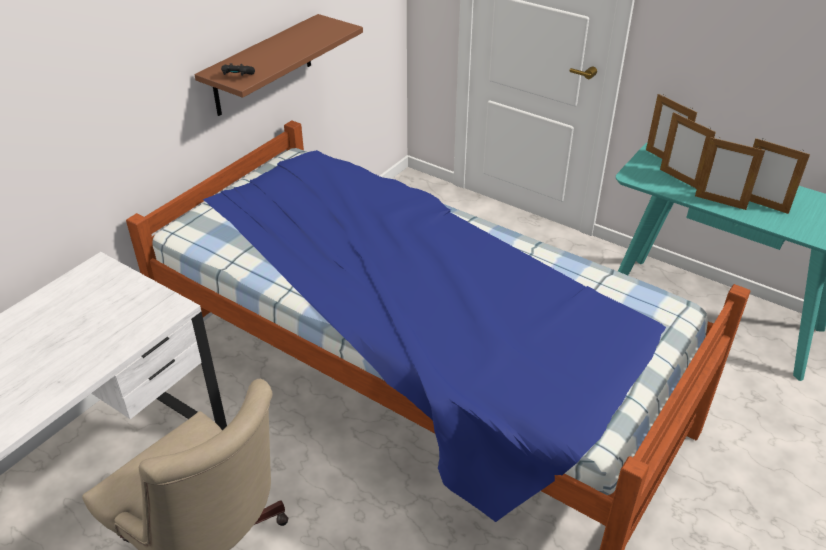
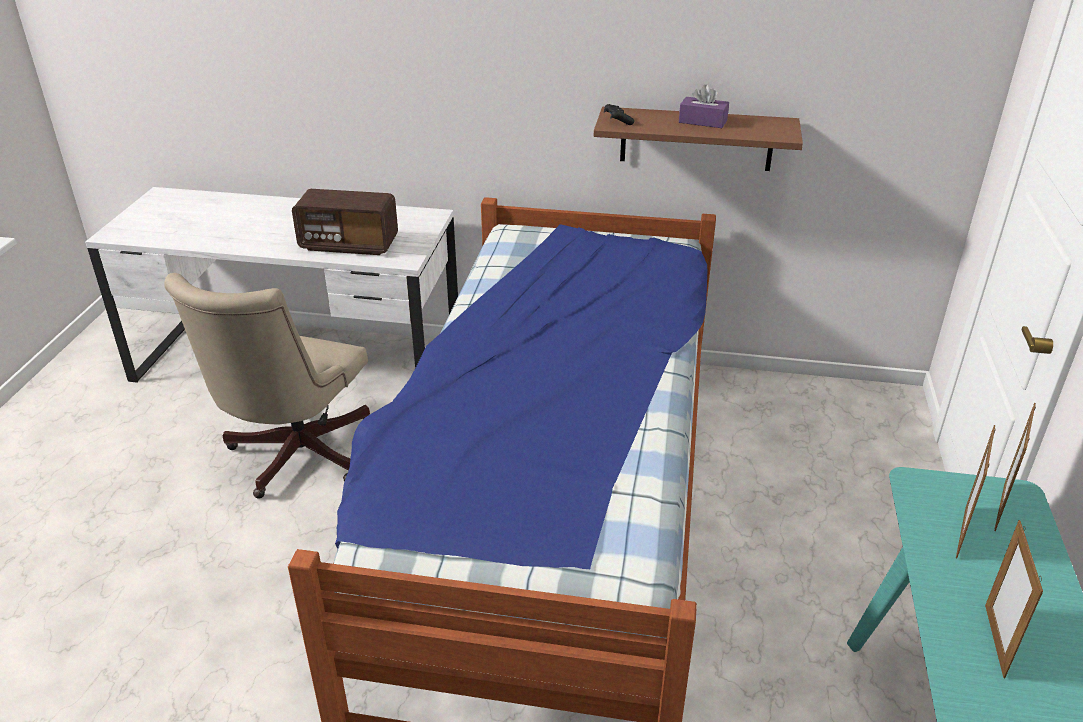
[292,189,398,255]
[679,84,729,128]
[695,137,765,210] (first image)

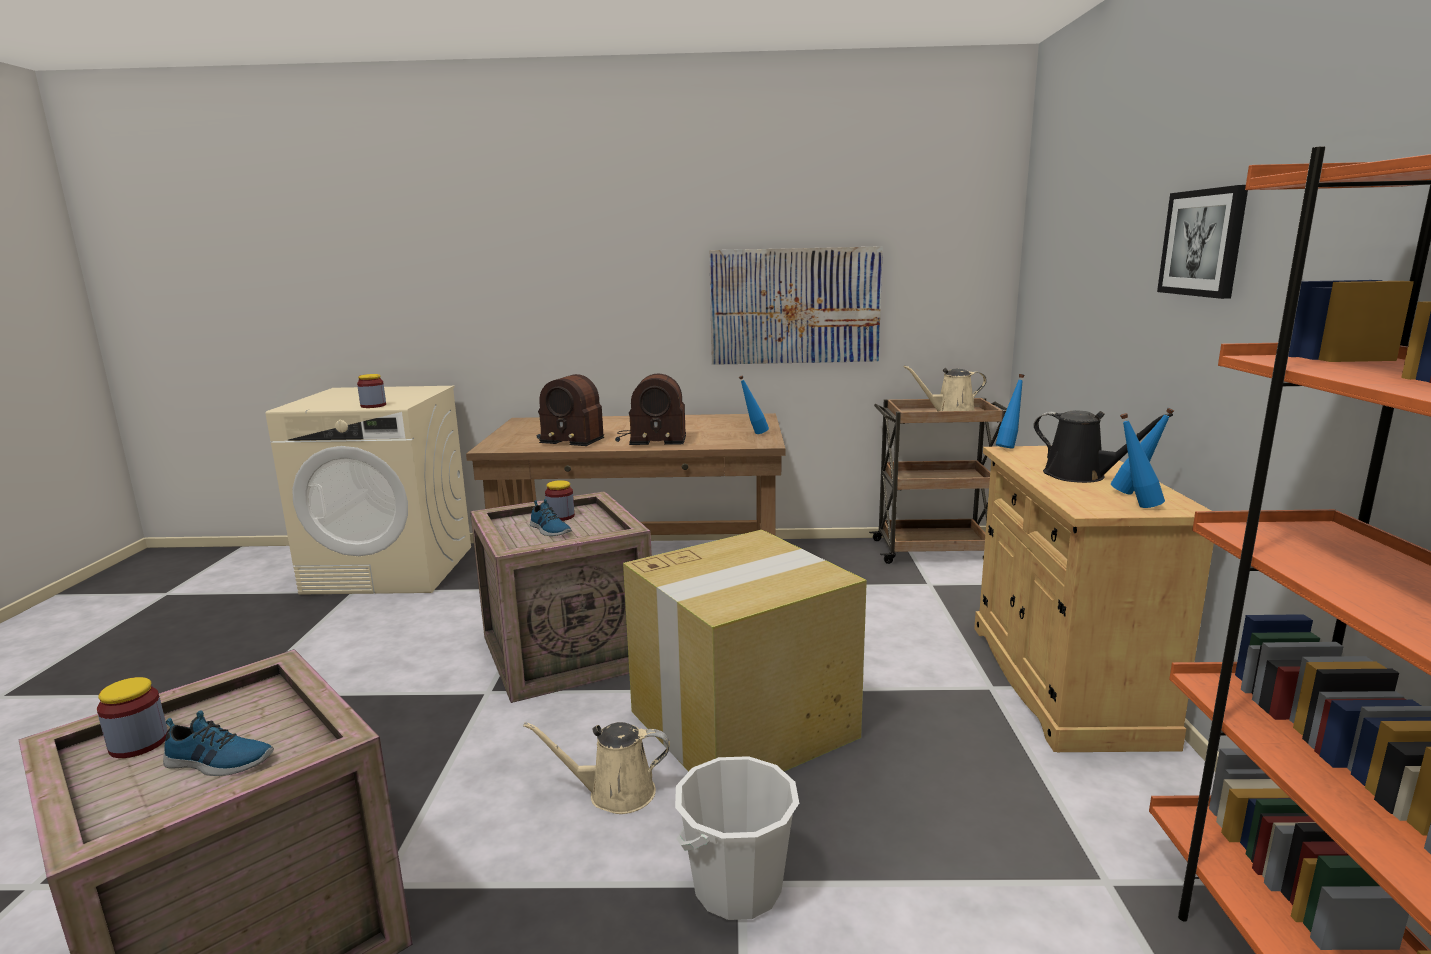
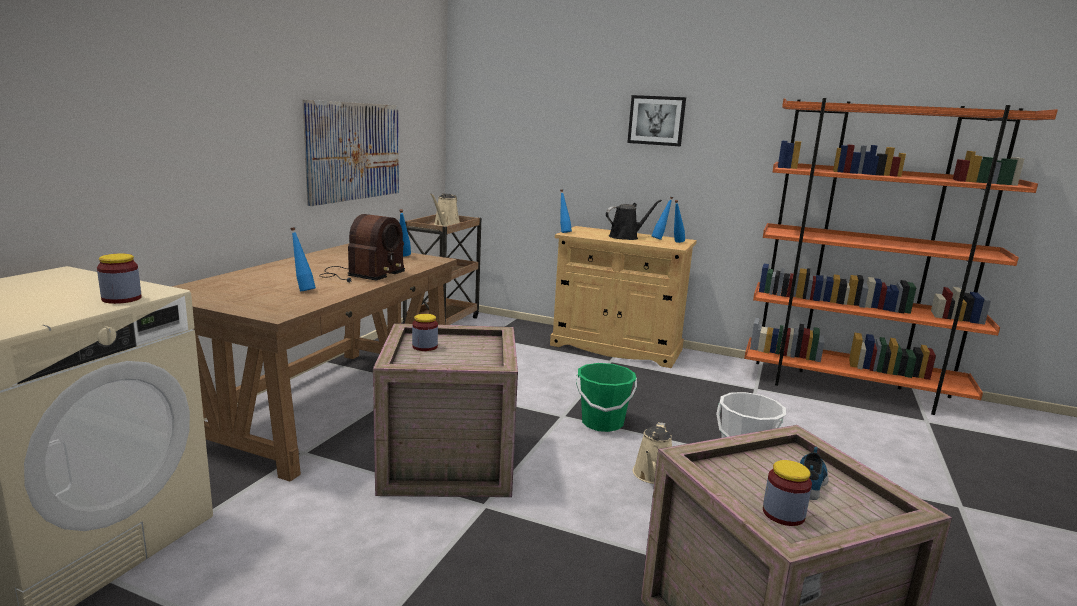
[290,227,316,291]
[576,363,637,432]
[530,499,572,536] (first image)

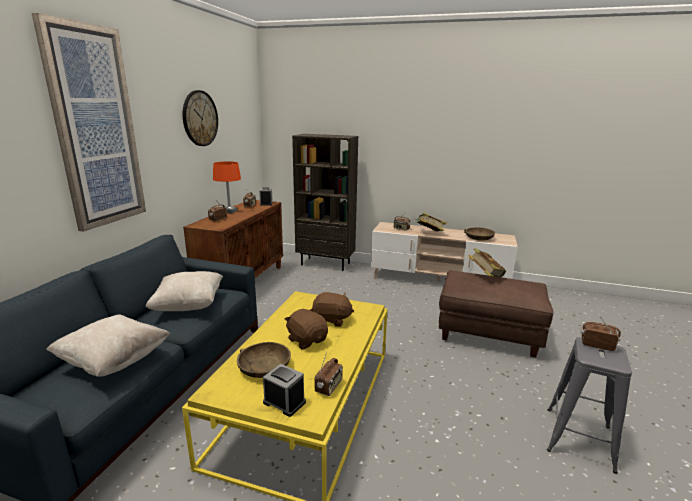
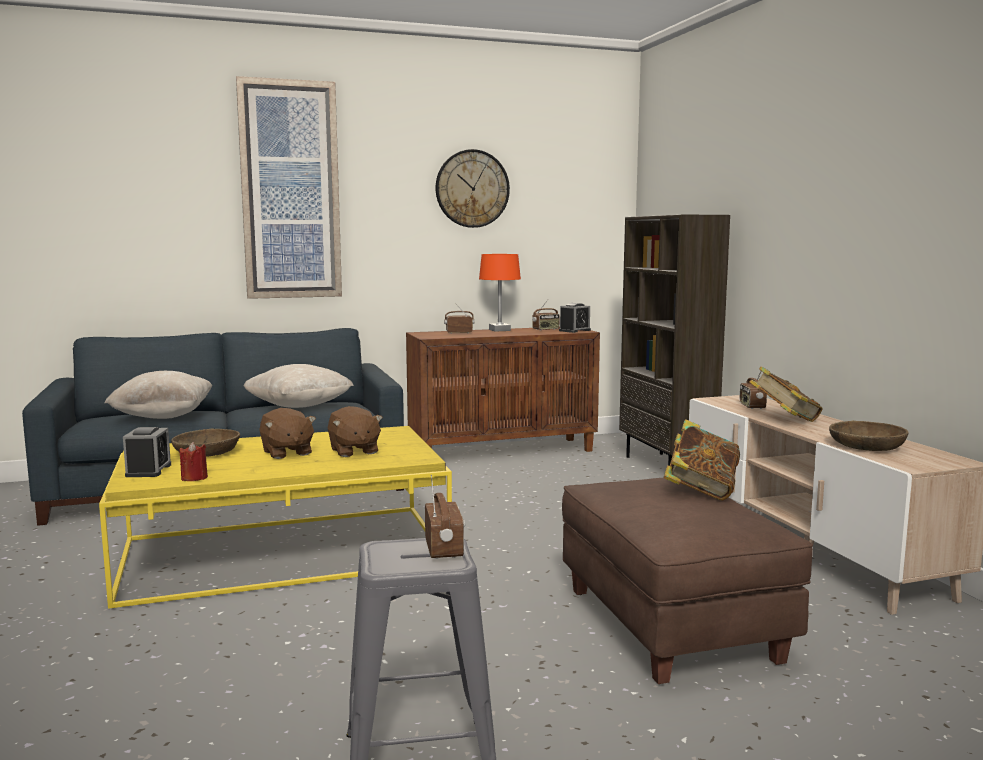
[179,442,208,481]
[259,408,316,459]

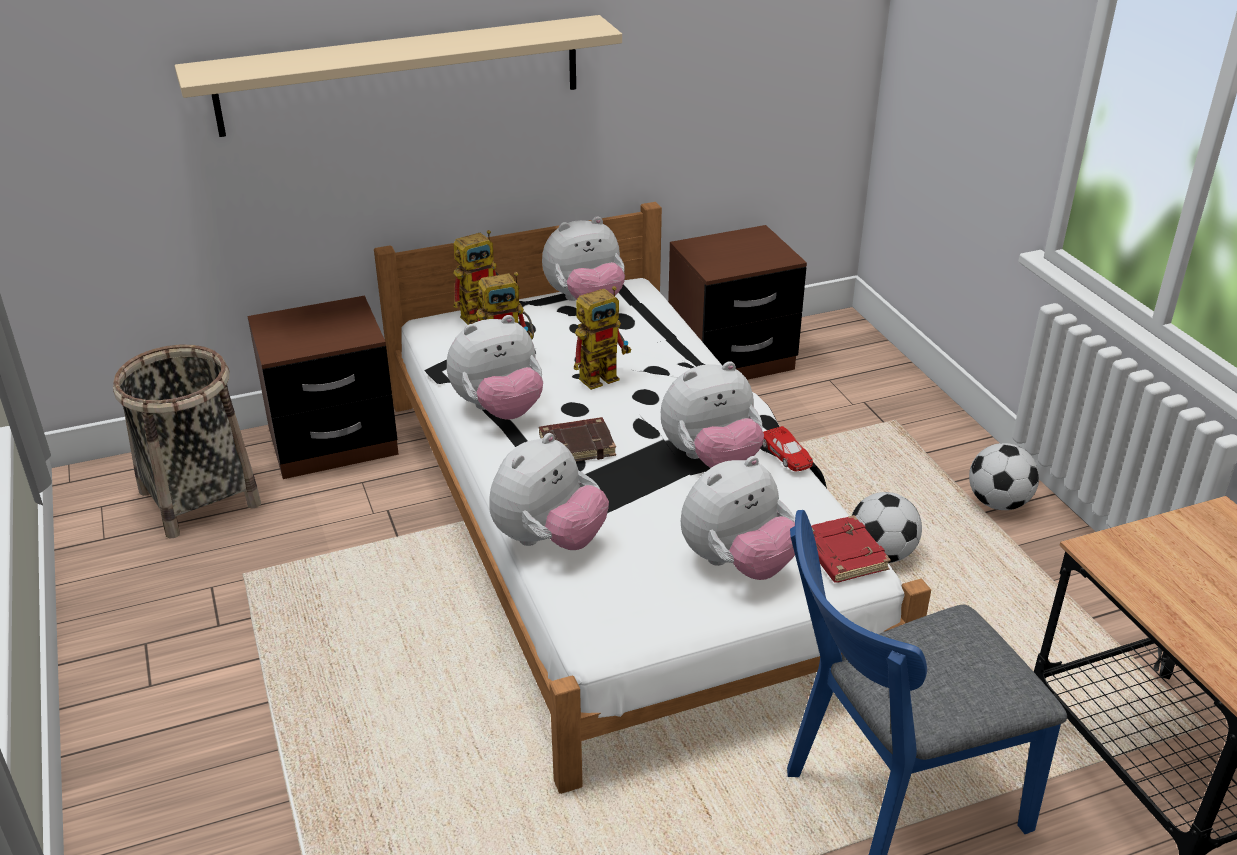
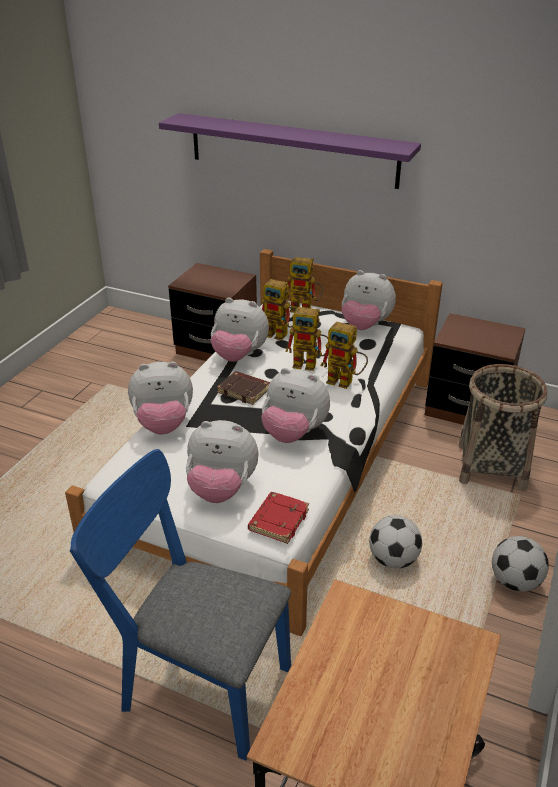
[159,113,421,189]
[320,322,368,389]
[458,364,547,491]
[762,426,813,472] (first image)

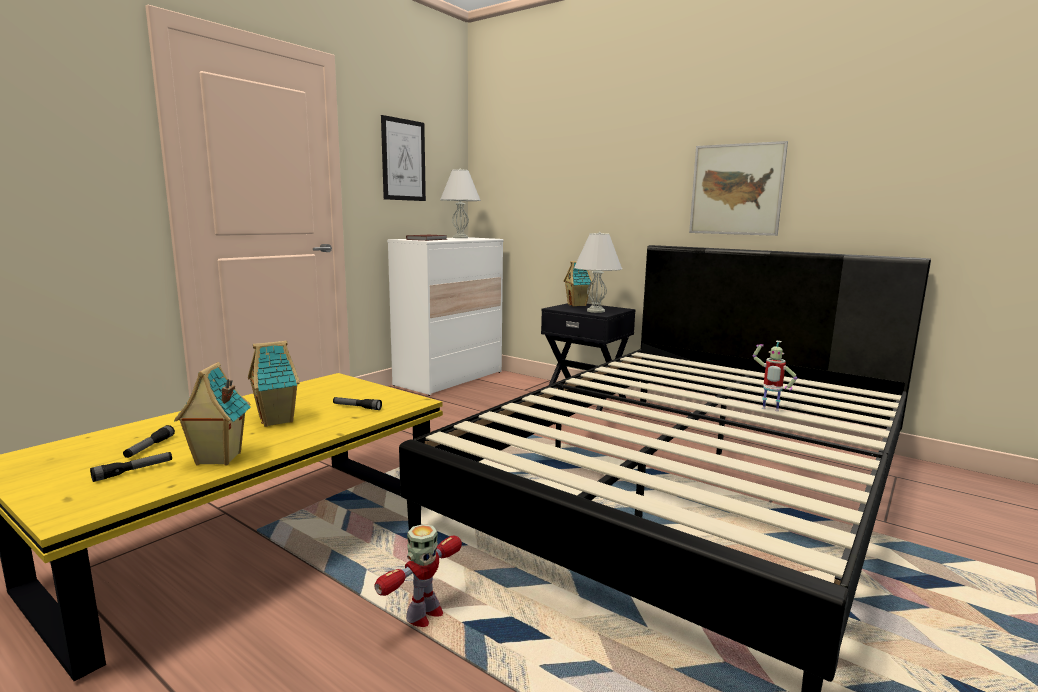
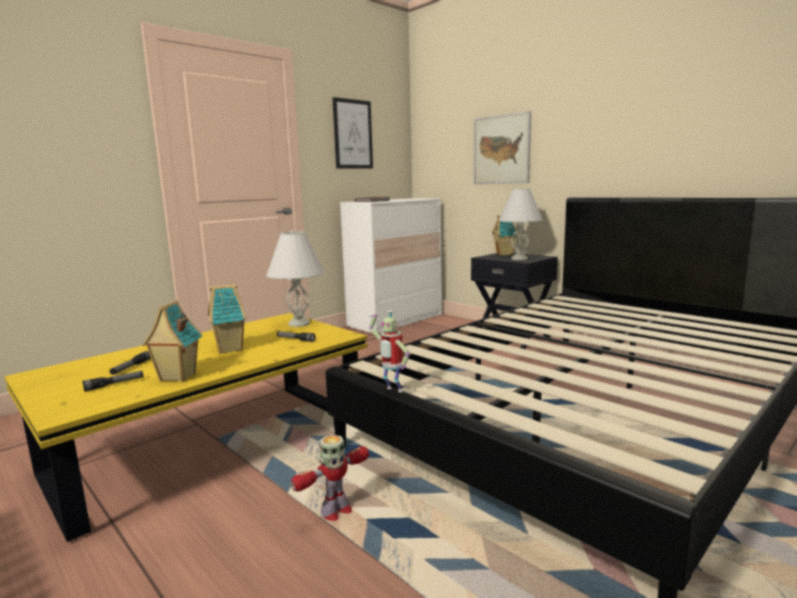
[266,230,325,327]
[369,310,410,393]
[474,111,531,184]

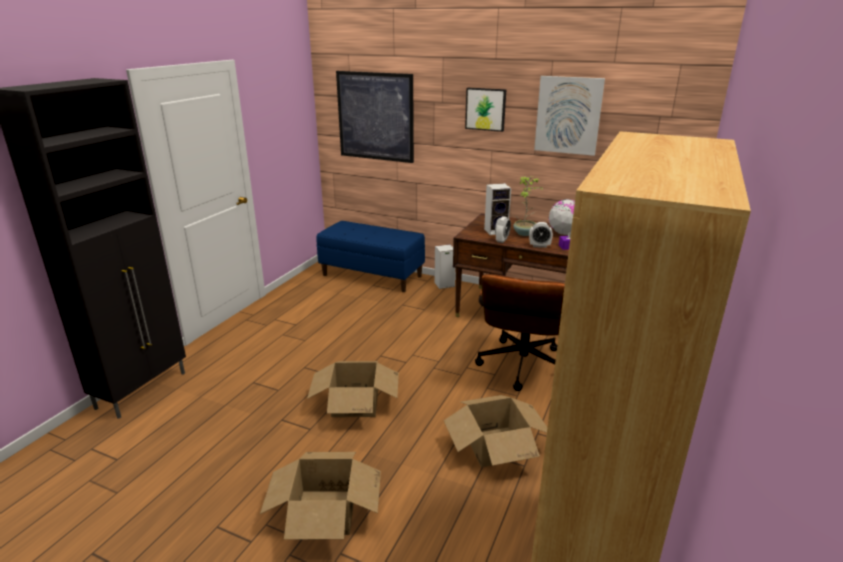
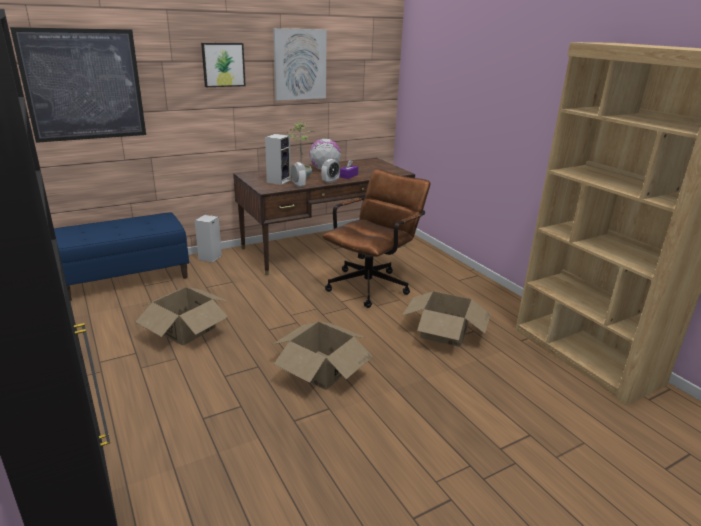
[135,287,229,346]
[322,169,431,308]

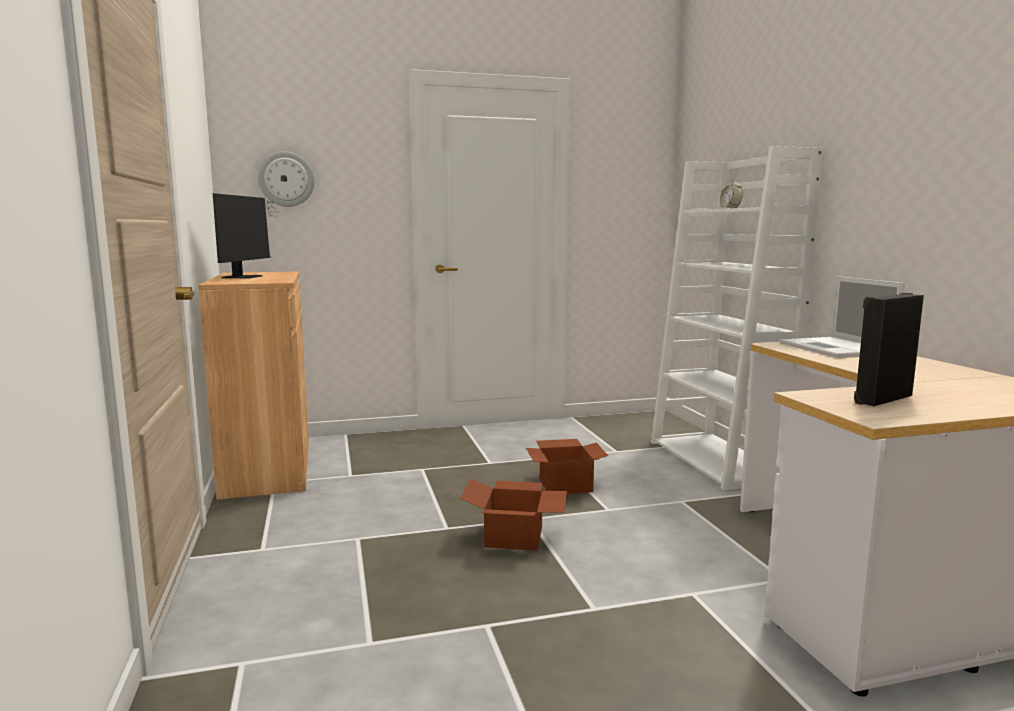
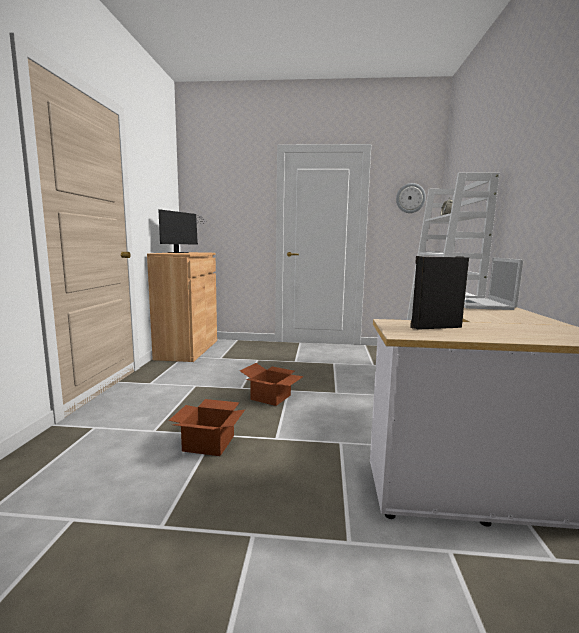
[168,399,245,456]
[396,183,426,213]

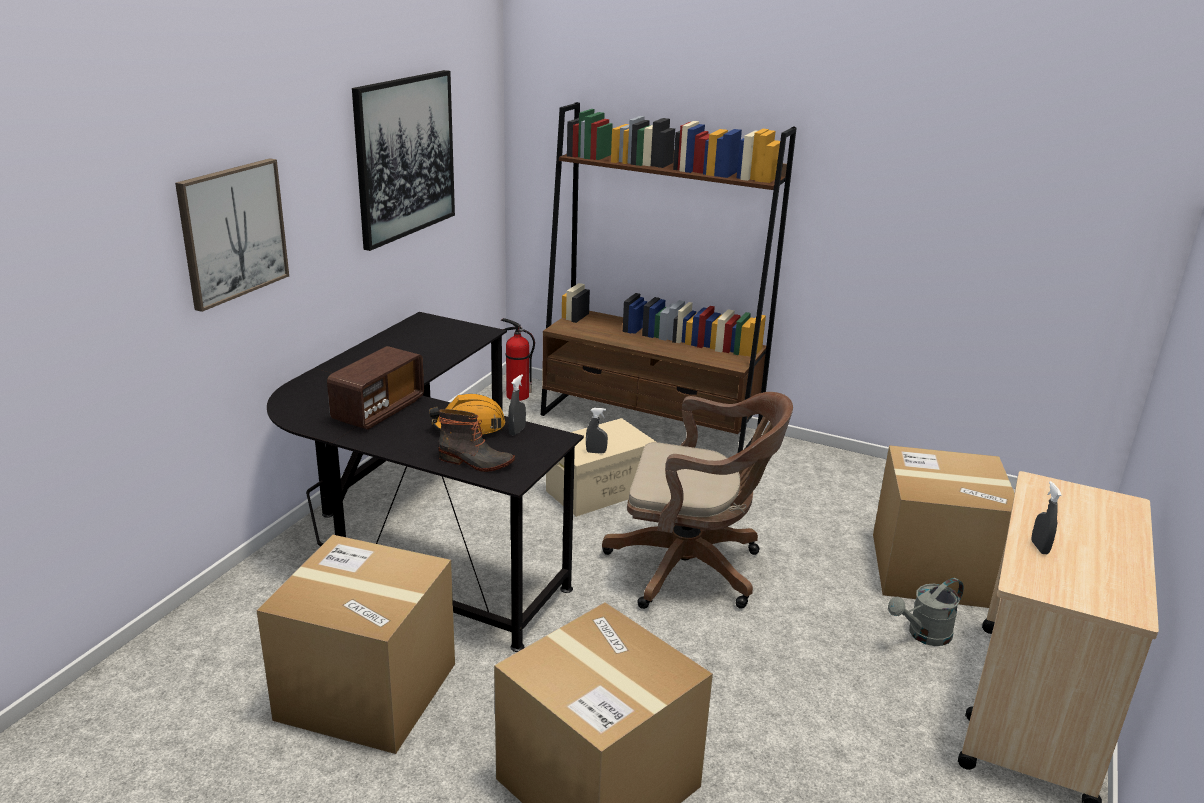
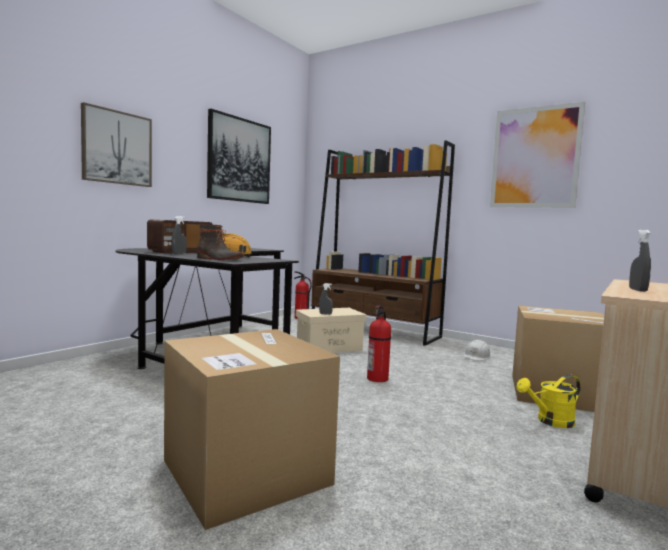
[171,216,187,254]
[367,306,391,382]
[464,340,491,361]
[490,102,585,208]
[516,374,581,428]
[256,535,455,754] (first image)

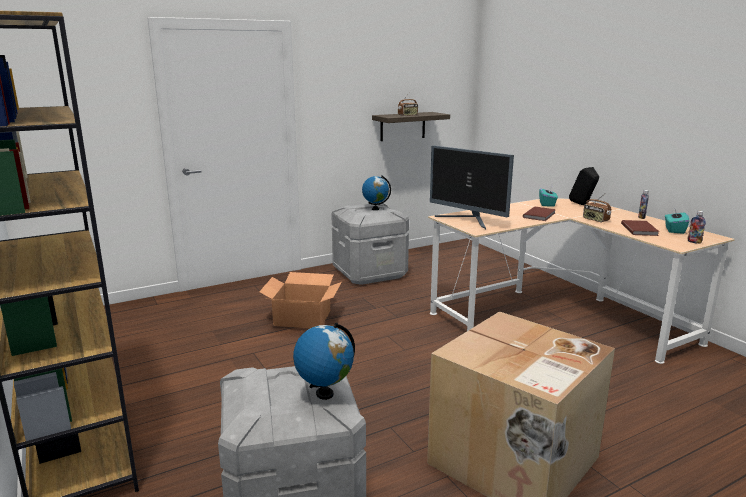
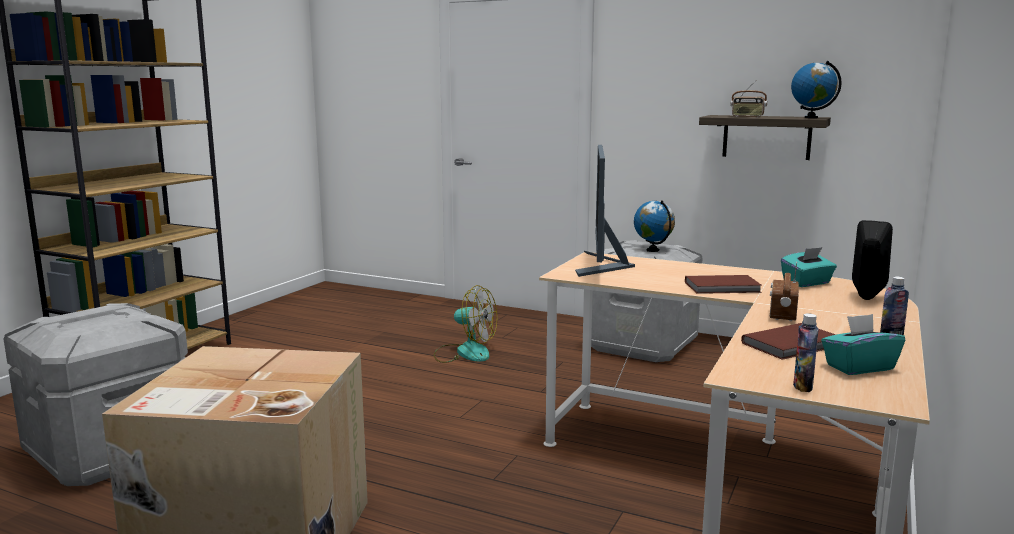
[433,285,497,363]
[791,61,842,118]

